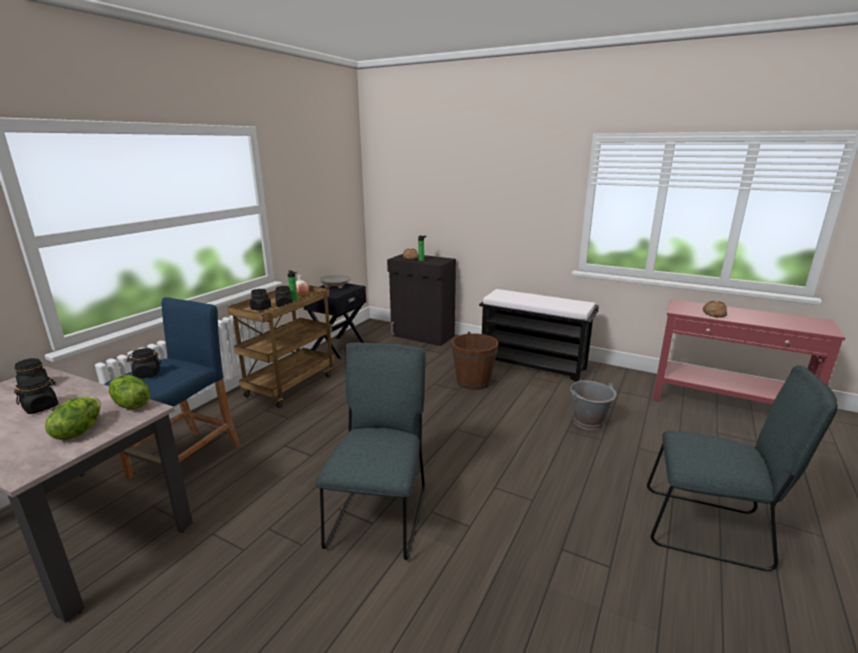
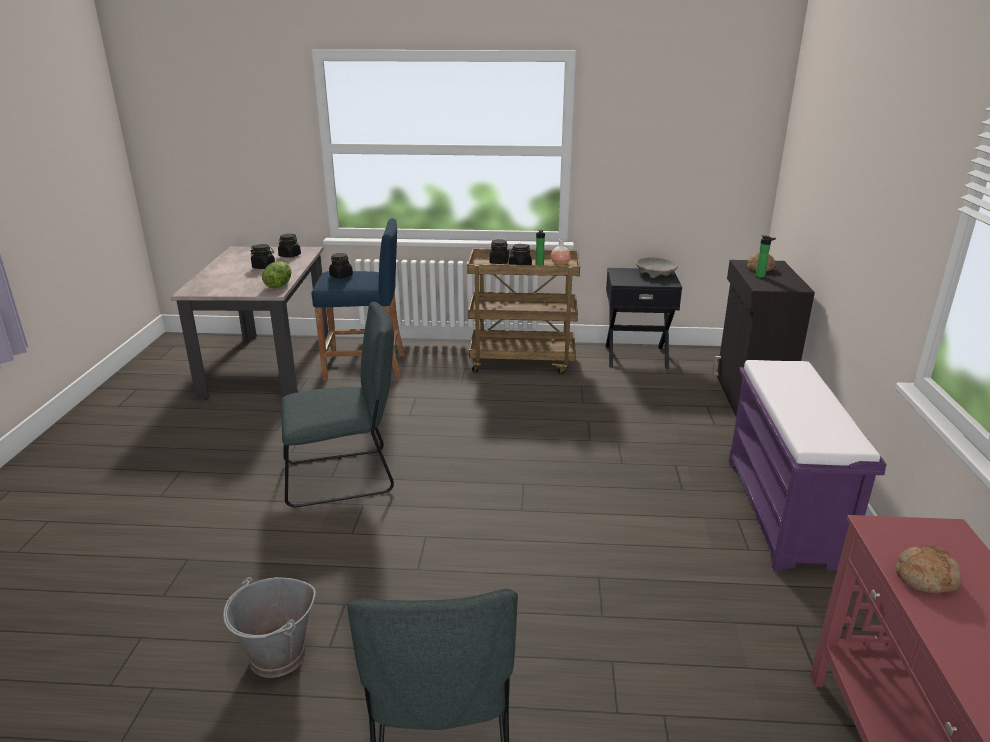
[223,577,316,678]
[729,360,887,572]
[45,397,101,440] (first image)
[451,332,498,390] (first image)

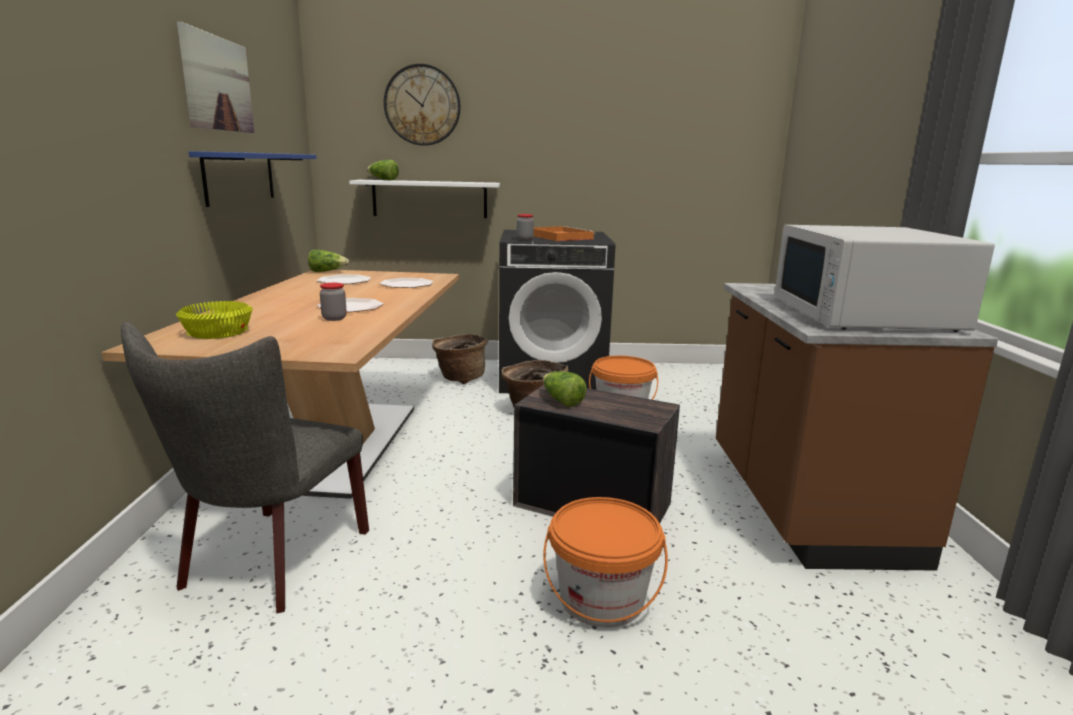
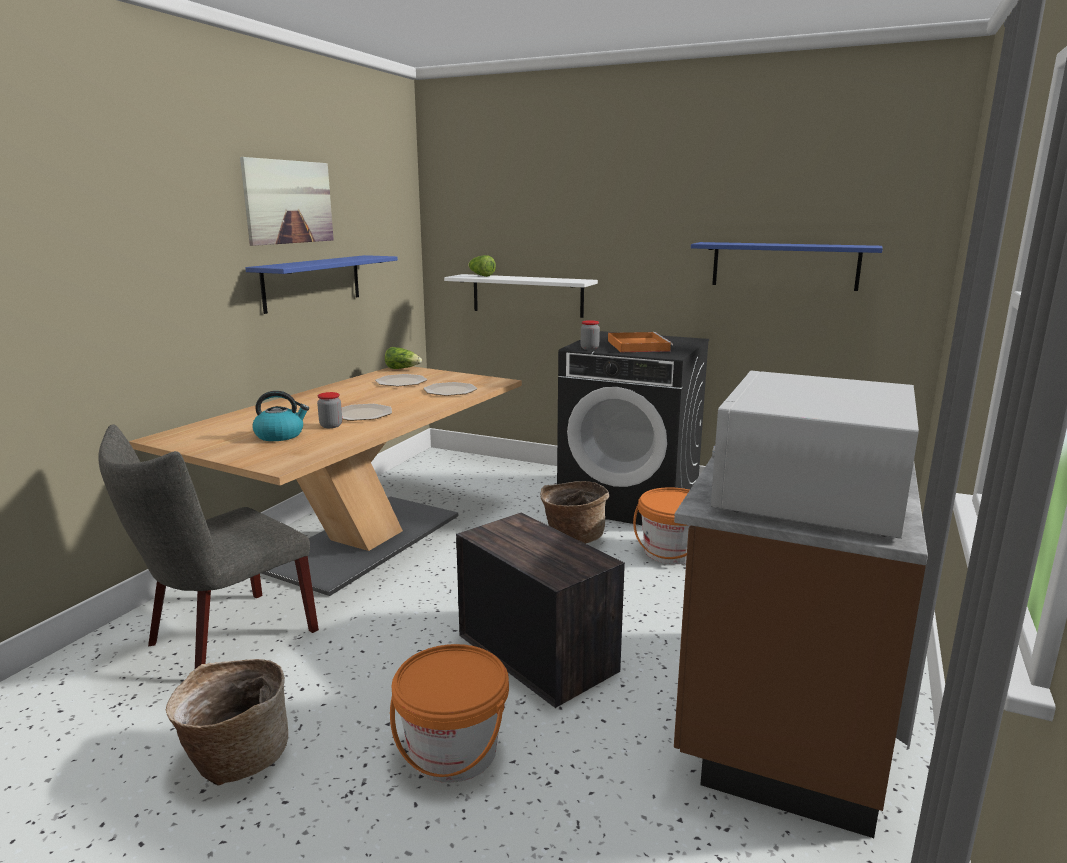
[166,659,288,786]
[253,391,309,441]
[691,242,883,291]
[176,301,253,339] (first image)
[384,64,461,146] (first image)
[543,371,586,407] (first image)

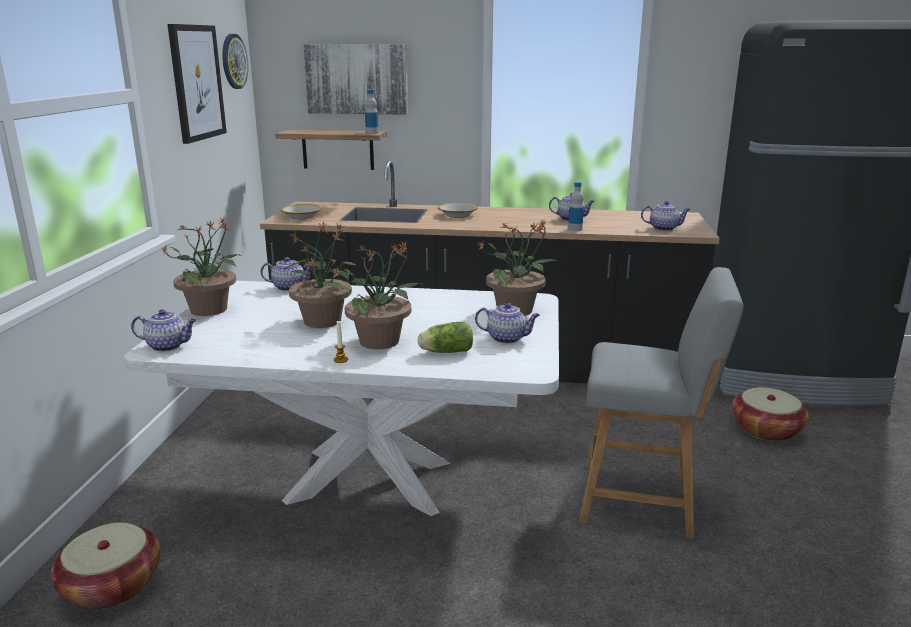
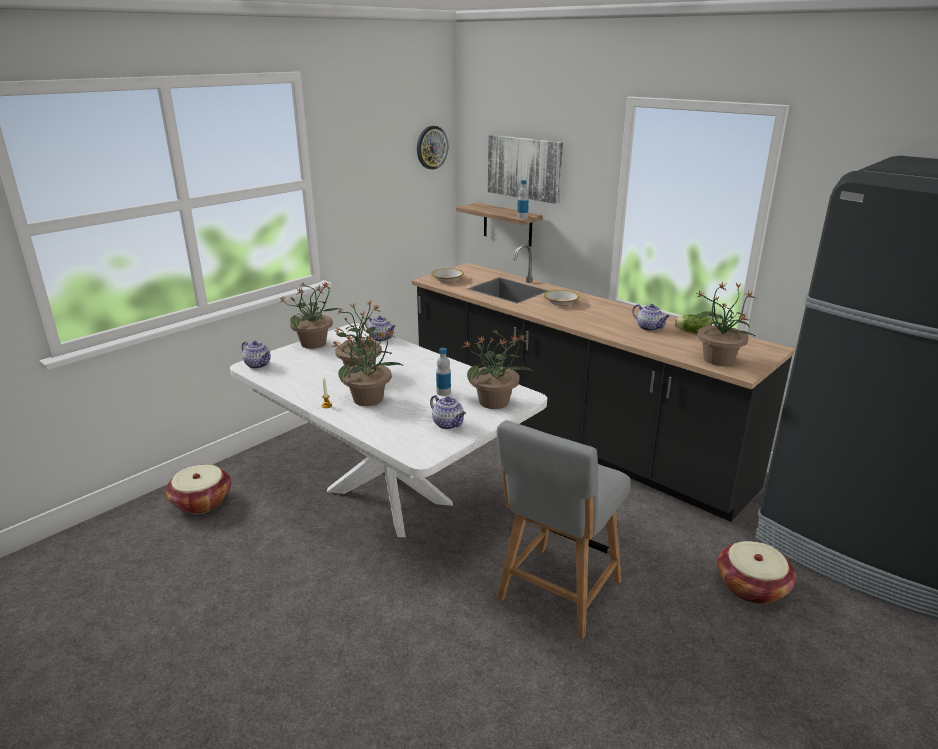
[436,348,451,396]
[497,420,631,639]
[675,314,712,334]
[690,281,756,366]
[167,24,227,144] (first image)

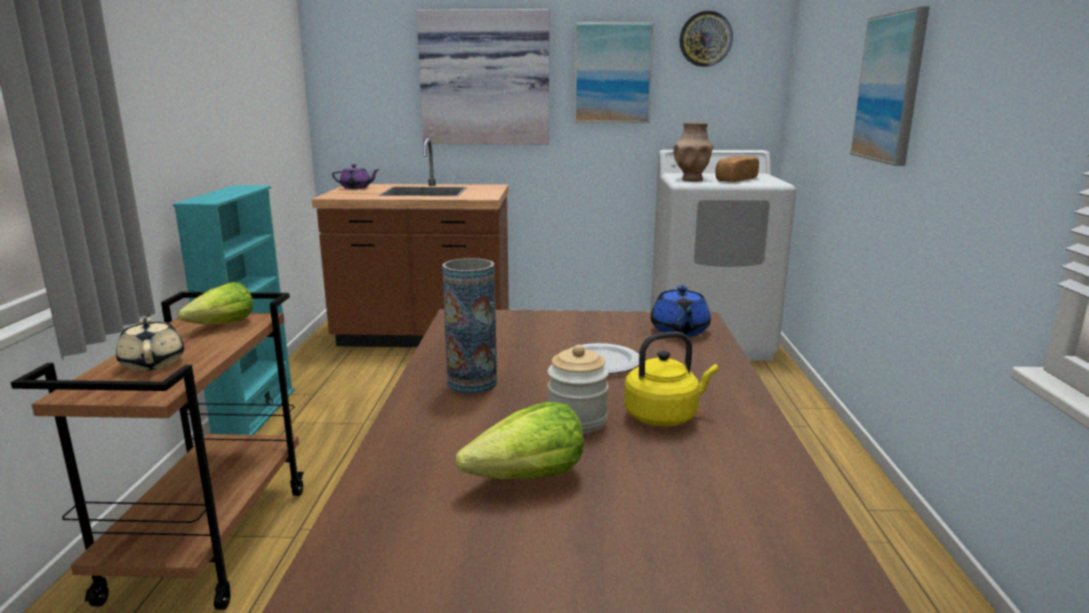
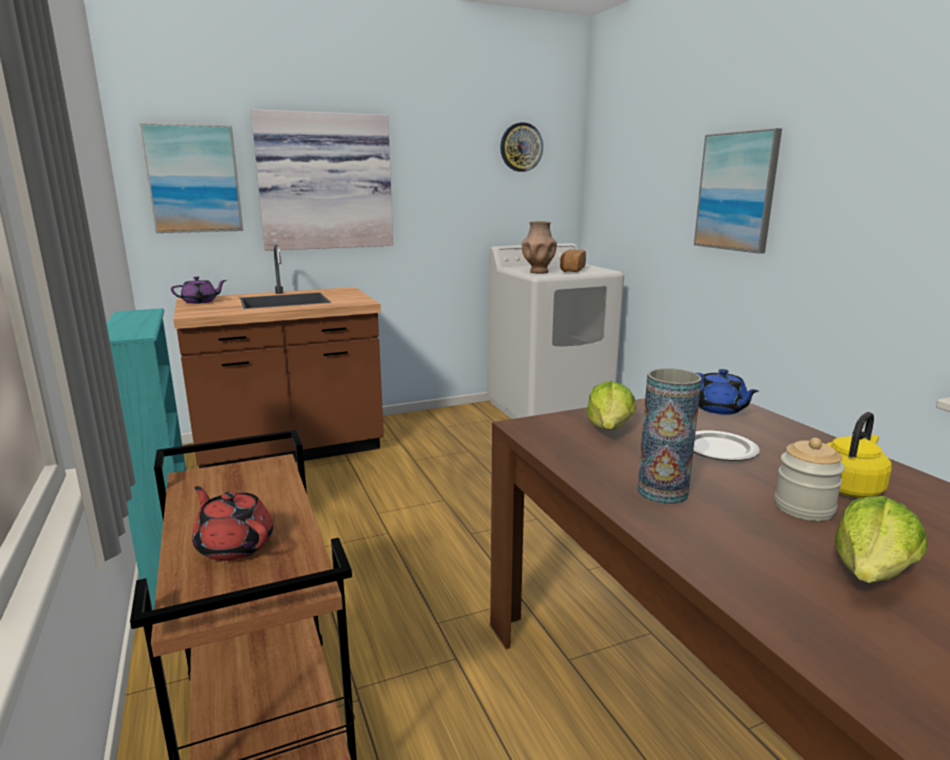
[139,122,243,233]
[192,486,273,561]
[587,381,636,430]

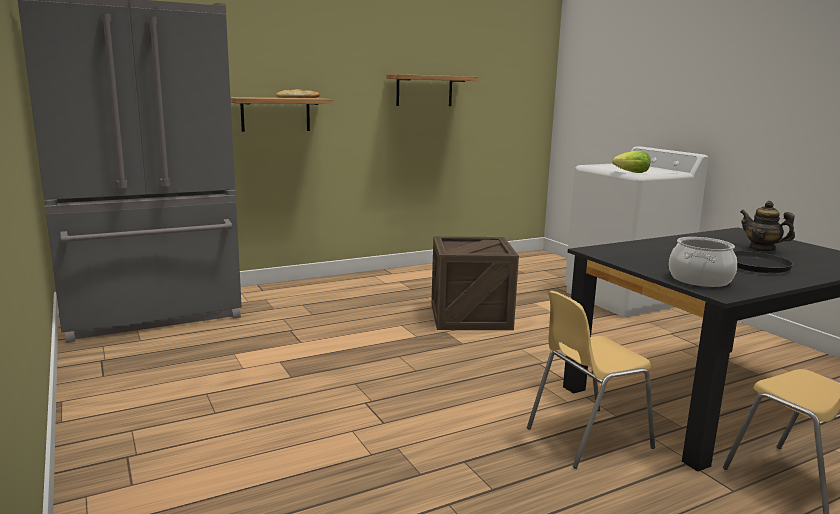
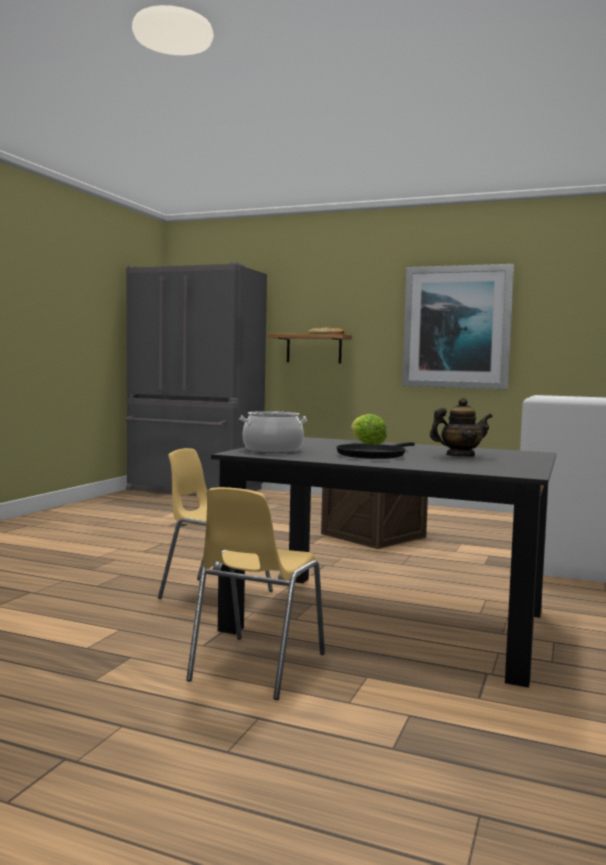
[351,414,387,444]
[402,264,514,389]
[430,398,493,456]

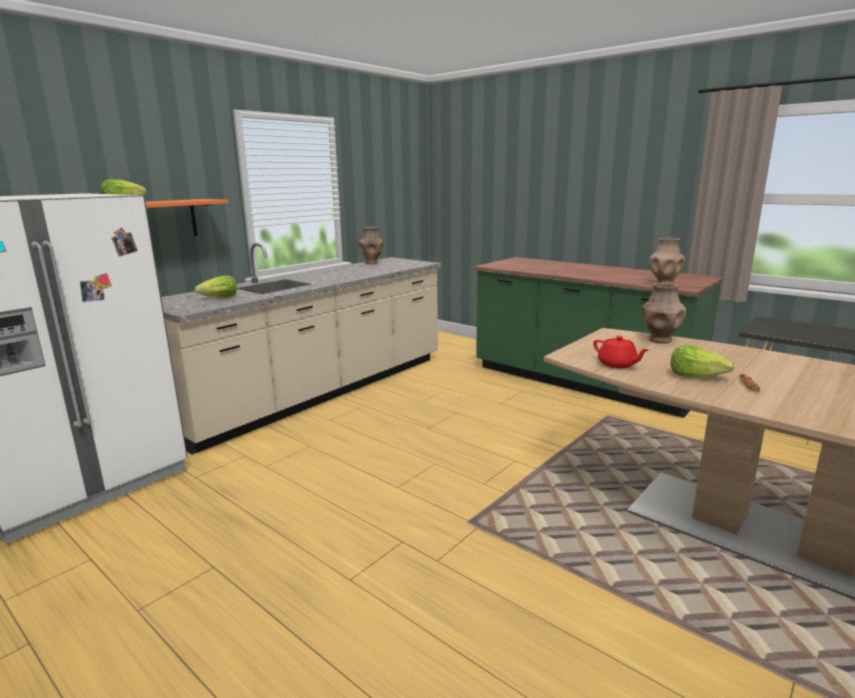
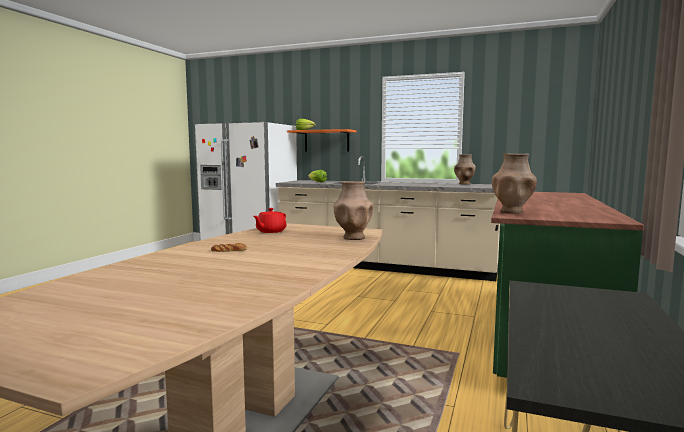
[671,345,734,378] (first image)

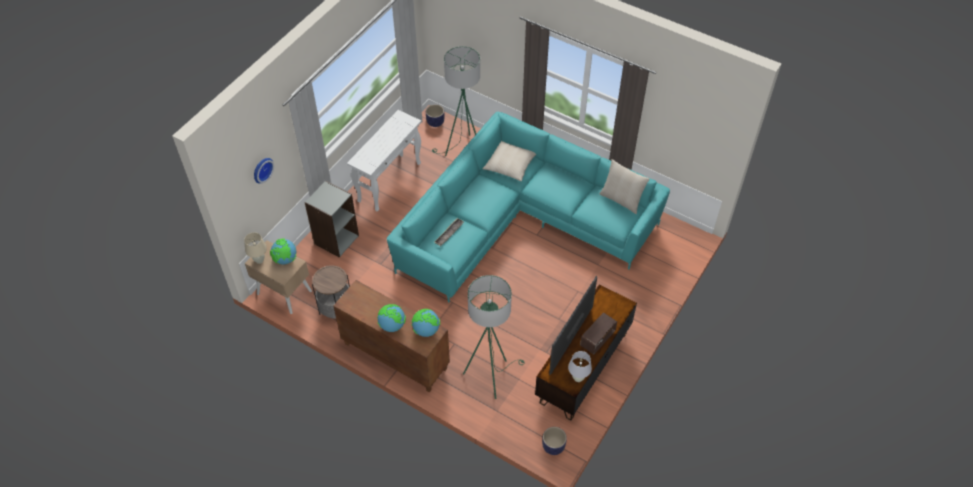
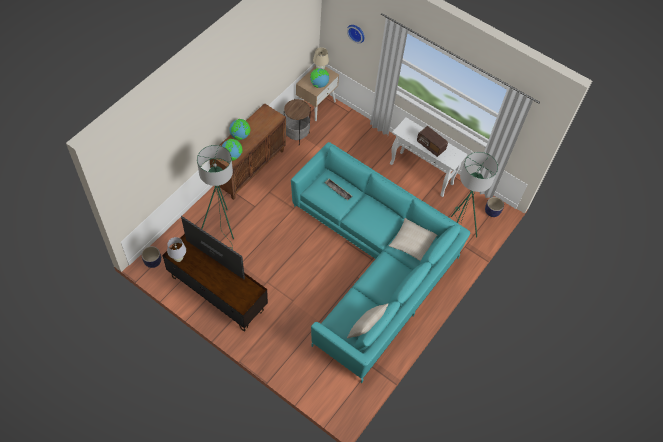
[417,126,448,157]
[304,181,359,258] (first image)

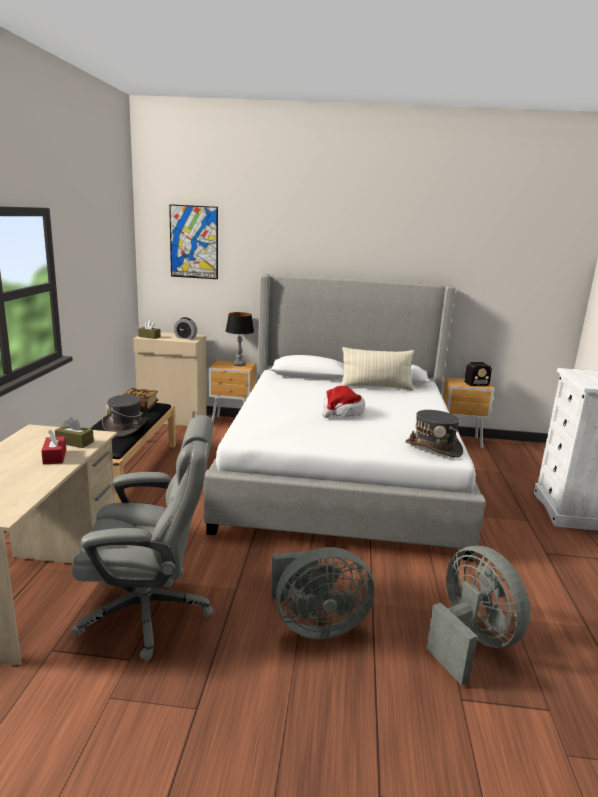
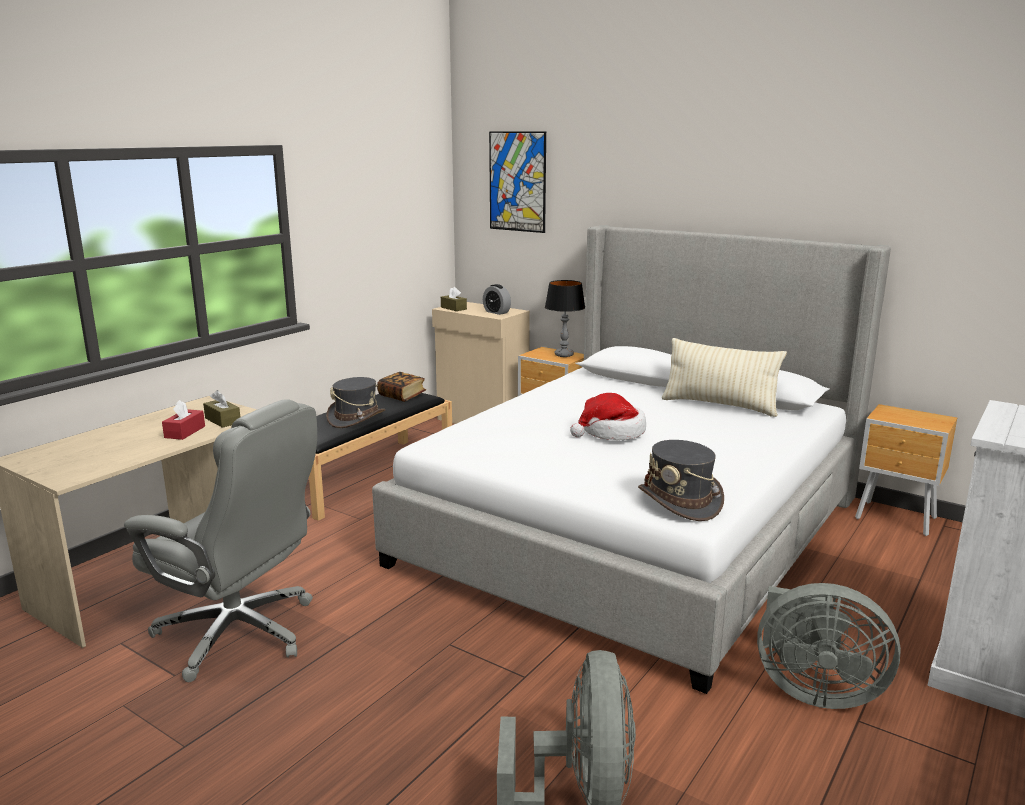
[757,583,901,709]
[452,362,492,387] (first image)

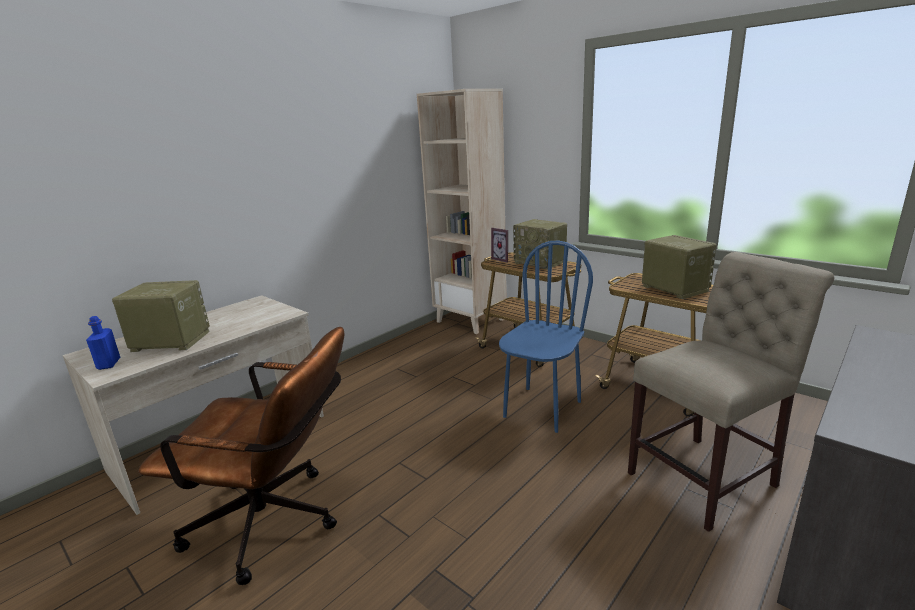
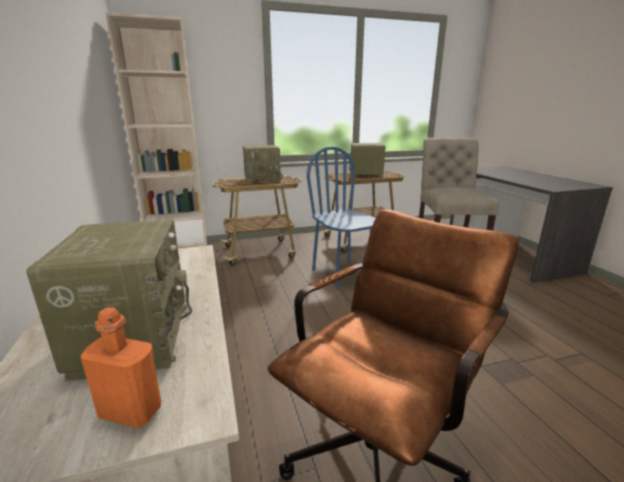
[26,220,192,382]
[81,307,161,428]
[491,228,508,262] (first image)

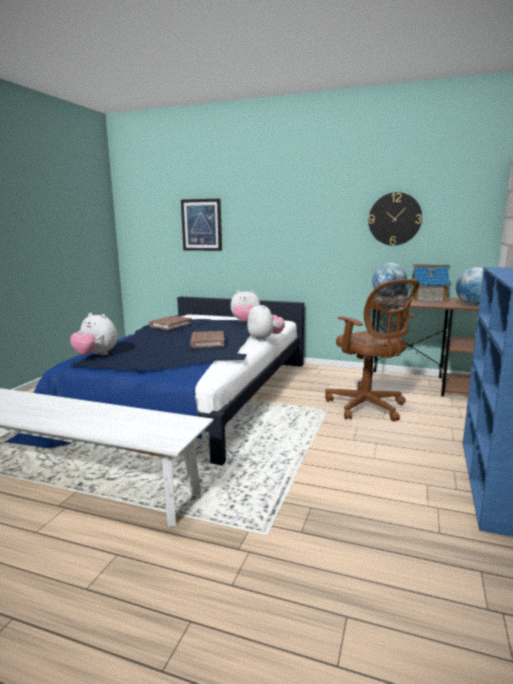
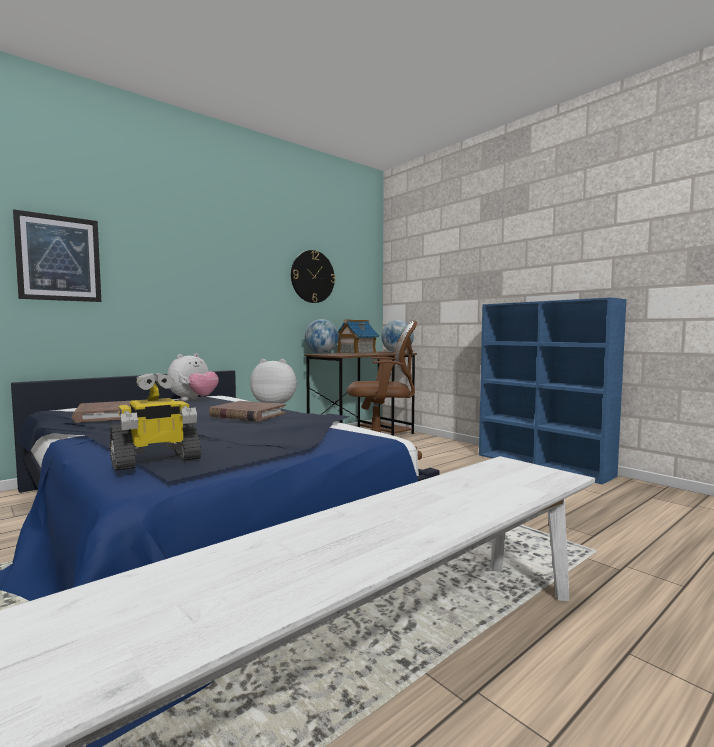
[110,373,201,471]

